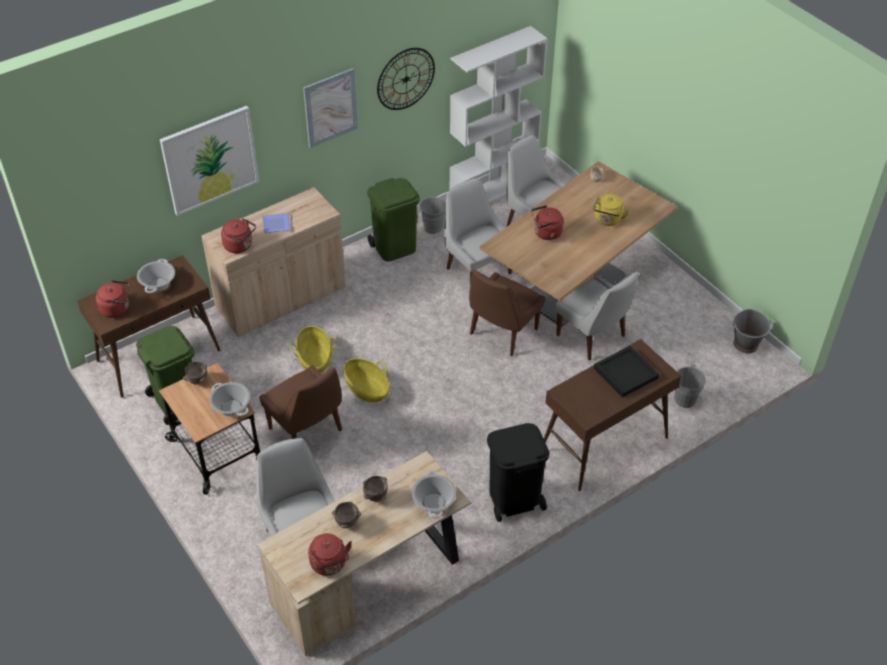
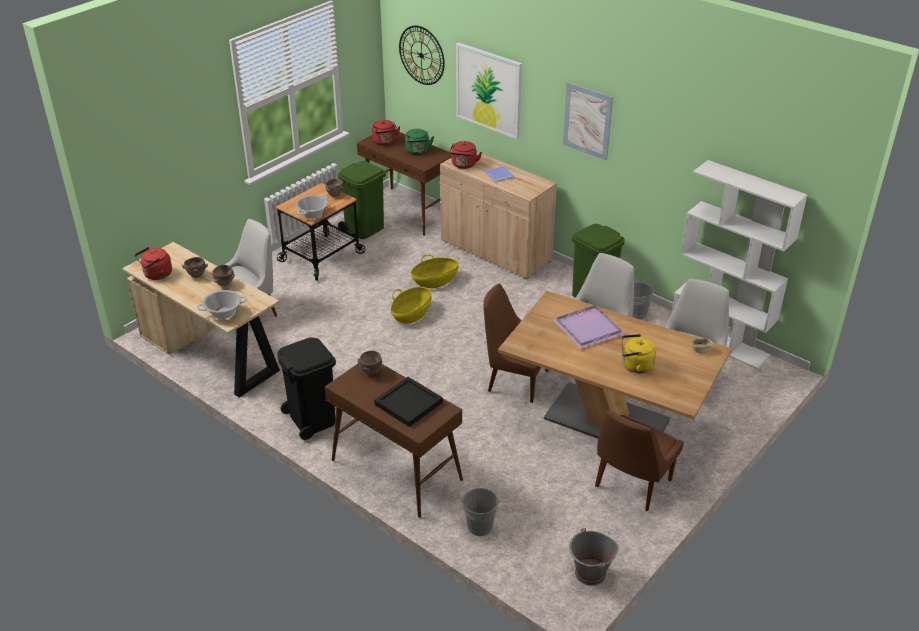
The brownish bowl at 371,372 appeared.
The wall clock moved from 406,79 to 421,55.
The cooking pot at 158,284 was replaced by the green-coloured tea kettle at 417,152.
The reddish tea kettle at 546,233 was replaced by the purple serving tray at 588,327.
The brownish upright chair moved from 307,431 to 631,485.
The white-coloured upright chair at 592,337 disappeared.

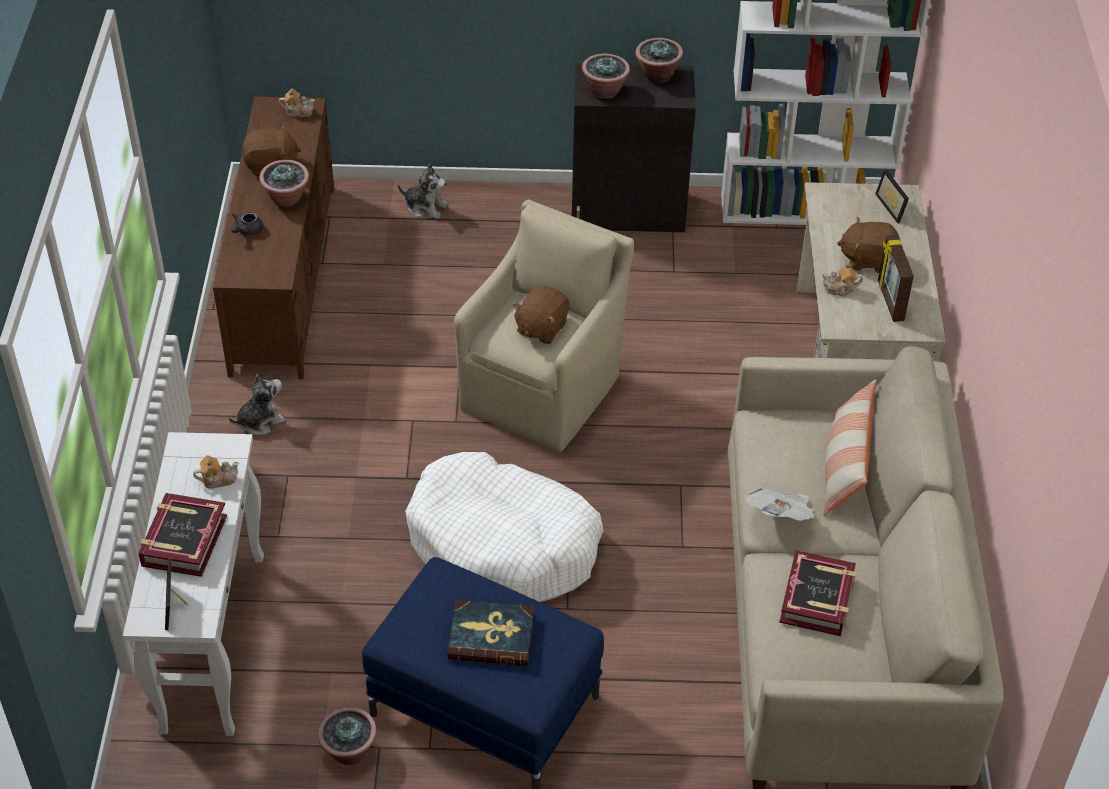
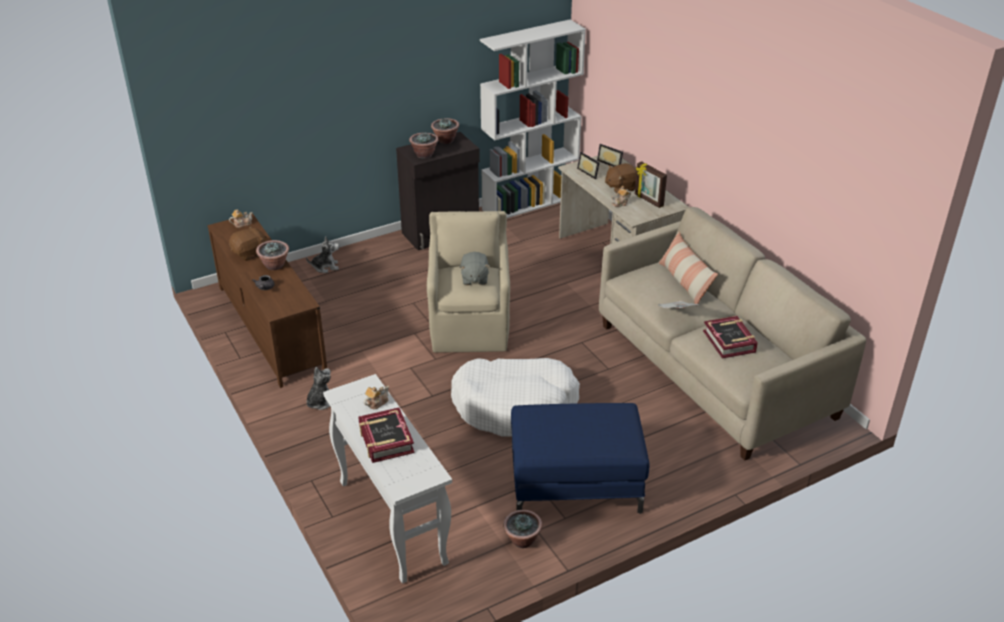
The brownish cuddly toy at 541,328 became the gray cuddly toy at 474,278.
The picture frame moved from 177,605 to 589,172.
The book at 491,635 disappeared.

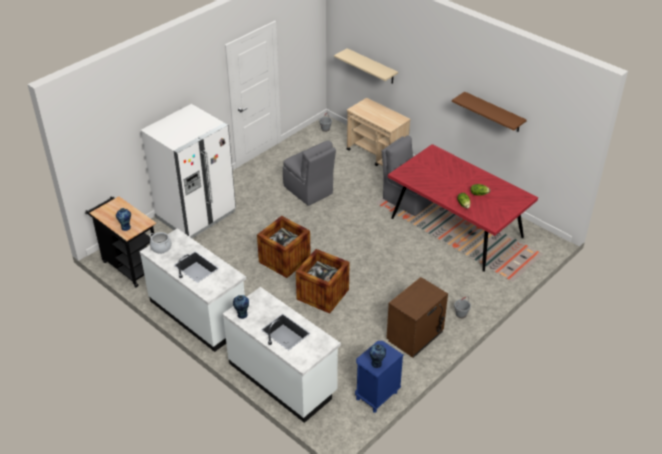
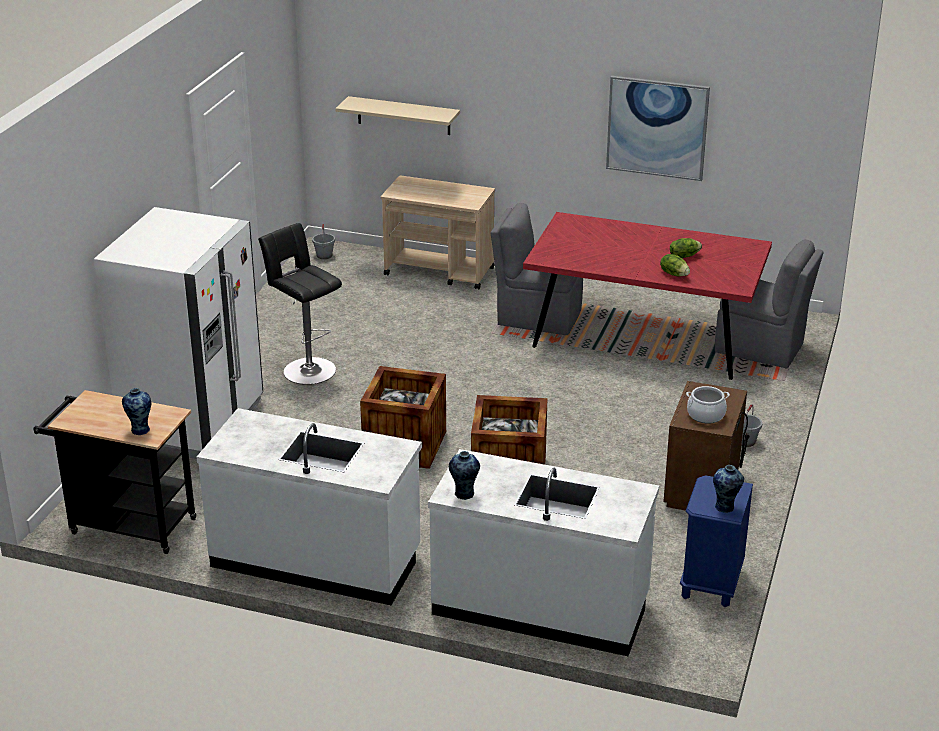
The black-coloured stool seat at 307,369 appeared.
The brownish shelf at 493,112 was replaced by the picture at 657,127.
The cooking pot moved from 161,247 to 706,415.
The gray upright chair moved from 308,191 to 761,348.

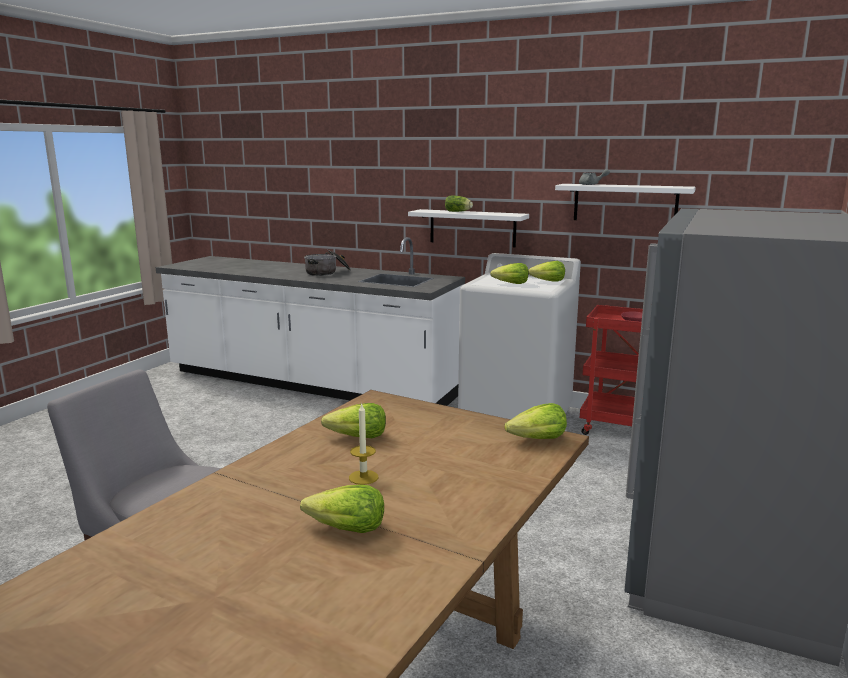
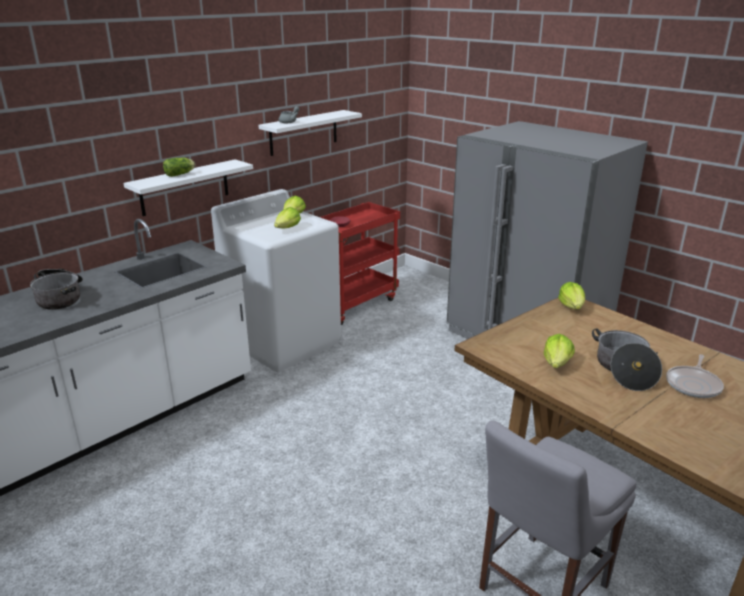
The wax light at 363,477 was replaced by the cooking pot at 624,370.
The lettuce at 346,529 was replaced by the frying pan at 693,384.

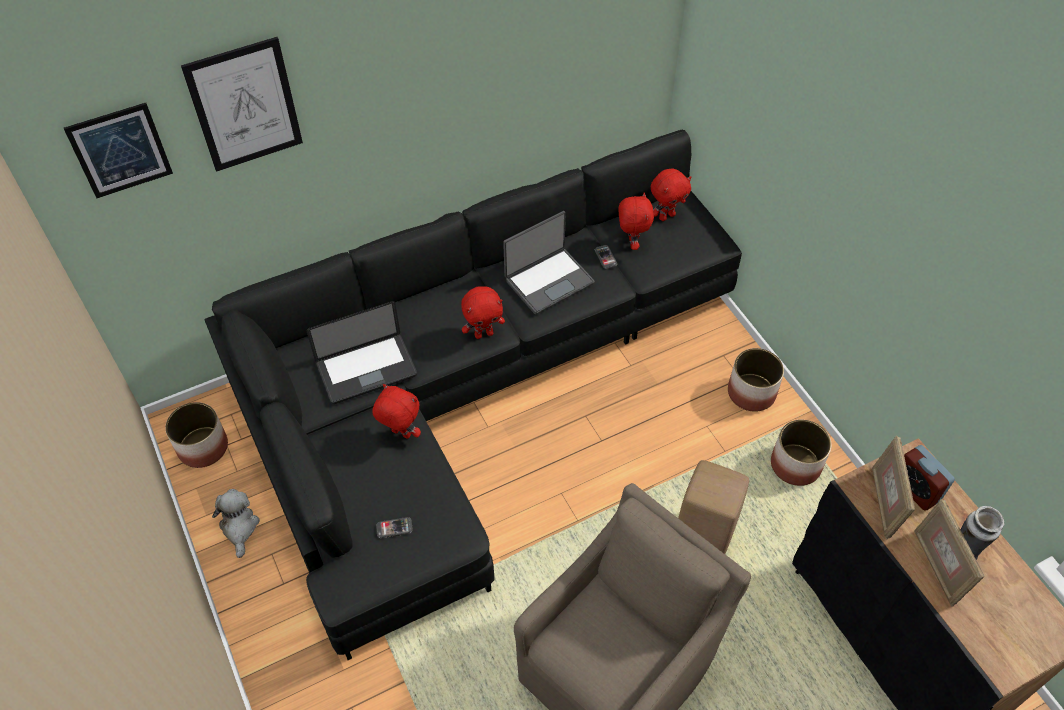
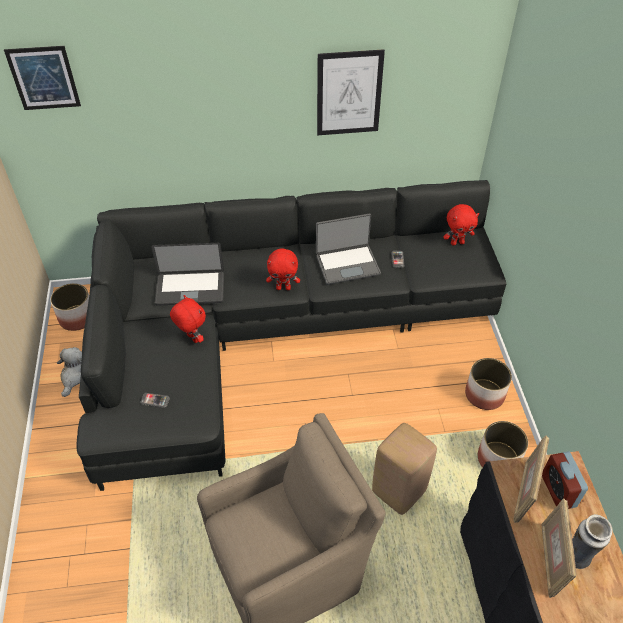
The picture moved from 245,105 to 349,93.
The reddish cuddly toy at 631,243 disappeared.

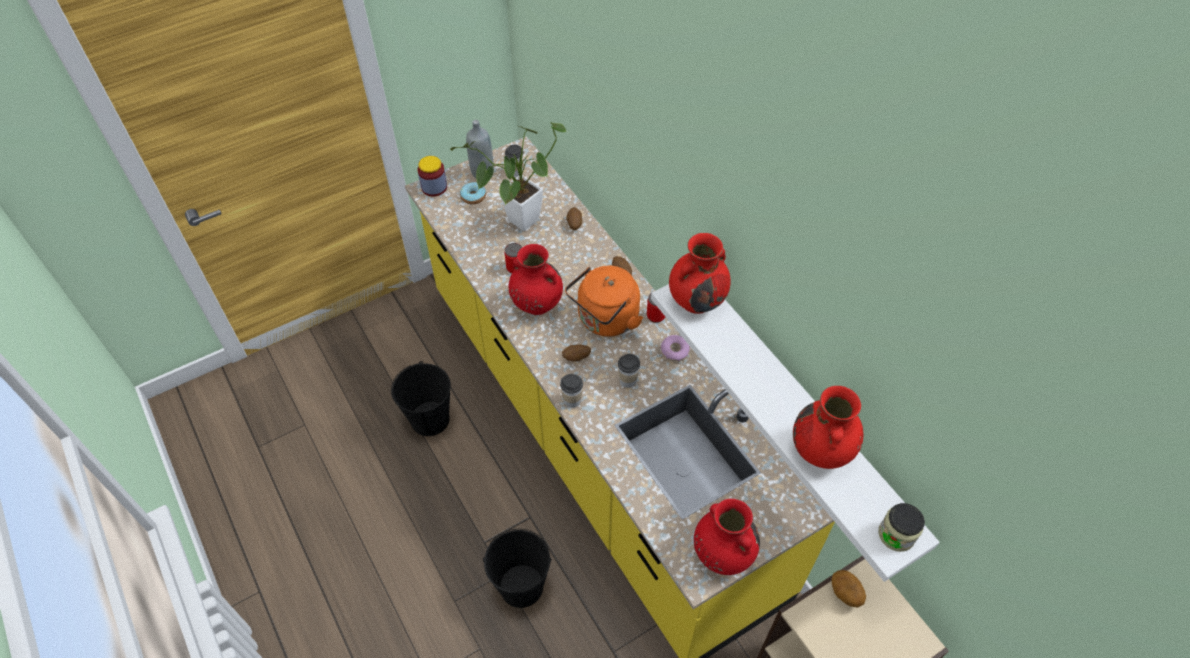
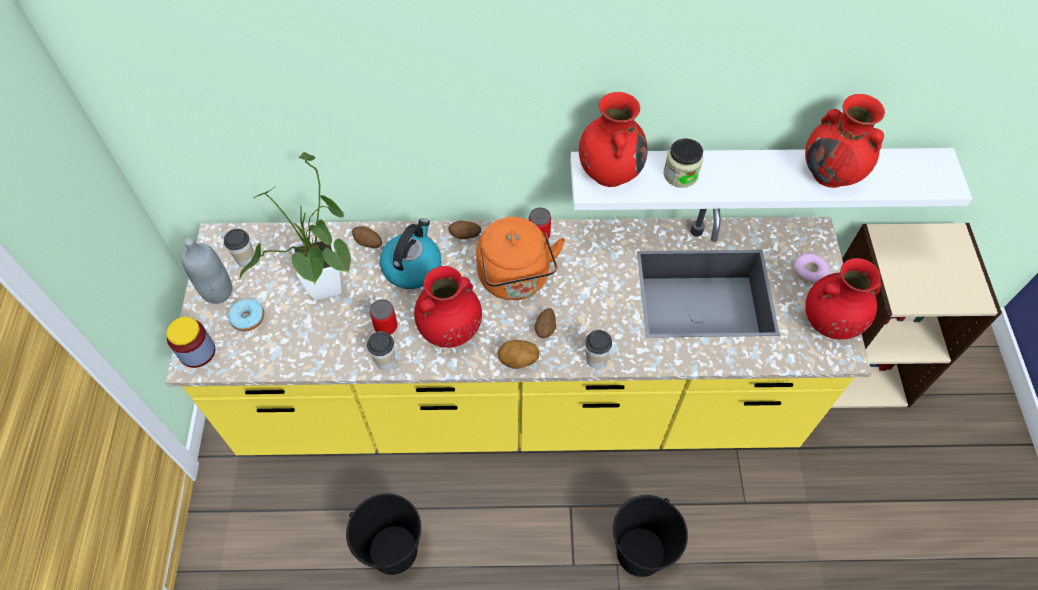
The small cup moved from 628,380 to 385,360.
The tea kettle at 412,267 appeared.
The potato moved from 844,594 to 518,361.
The preserve jar moved from 896,535 to 680,174.
The ring doughnut moved from 674,351 to 809,271.

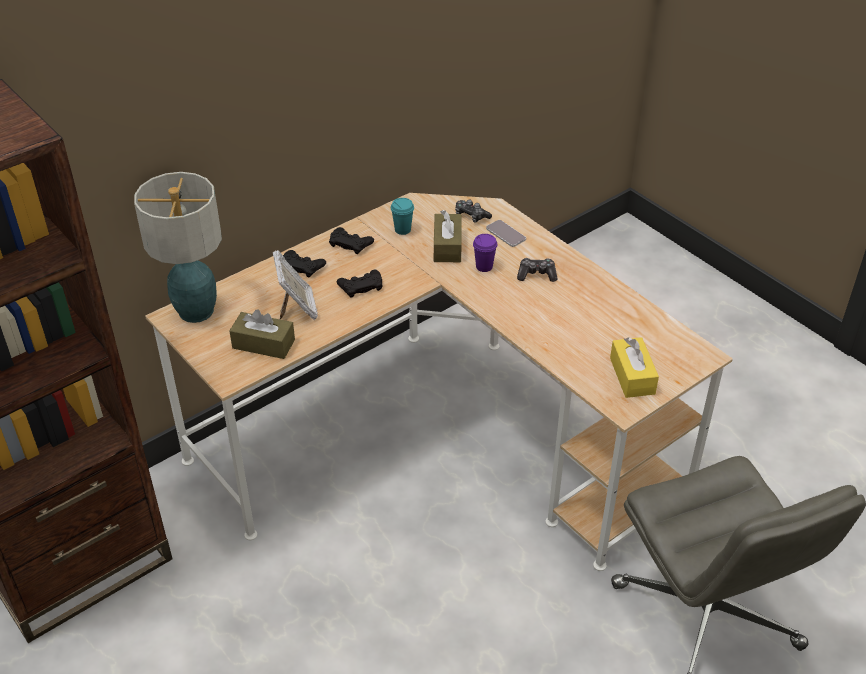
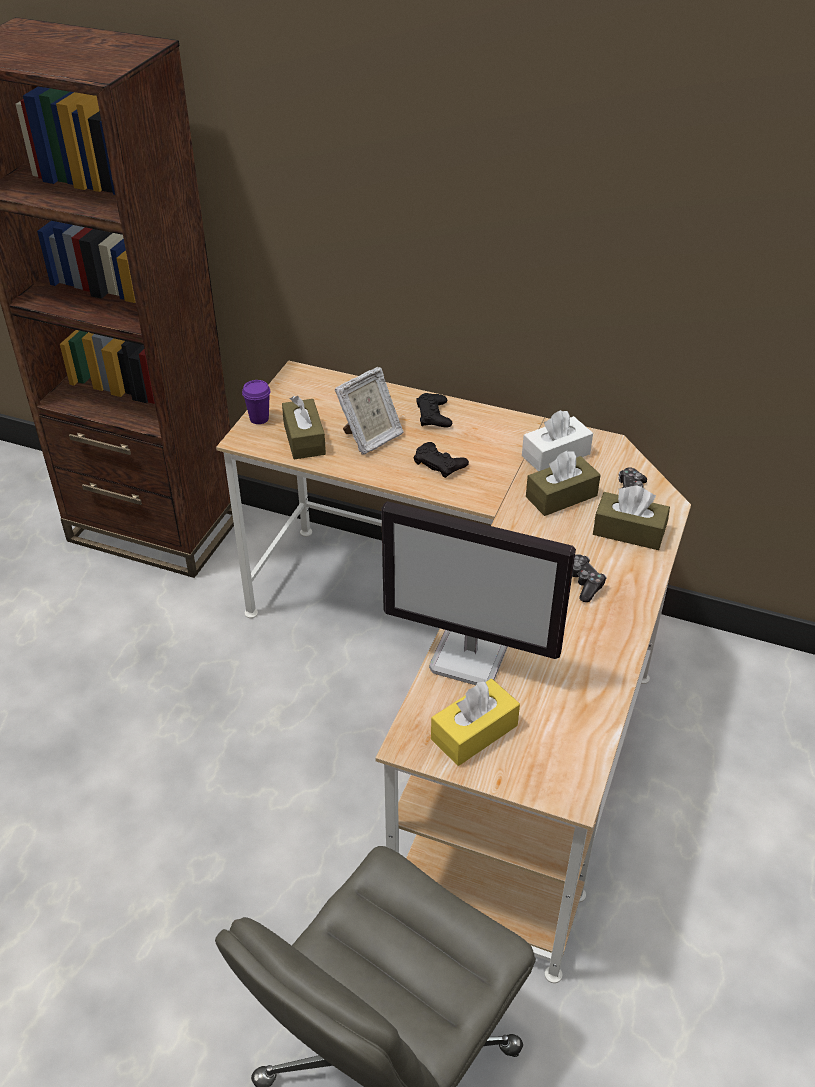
The purple small cup moved from 484,267 to 259,418.
The computer screen at 470,657 appeared.
The turquoise small cup at 402,230 was replaced by the white-coloured tissue holder at 555,455.
The phone at 506,234 was replaced by the brownish tissue holder at 629,531.
The table lamp at 195,310 disappeared.
The black-coloured joypad at 350,243 disappeared.

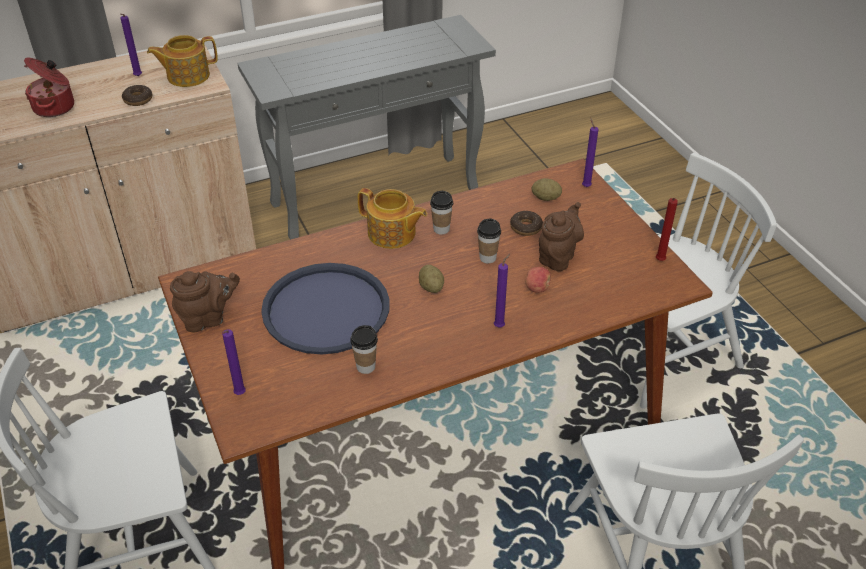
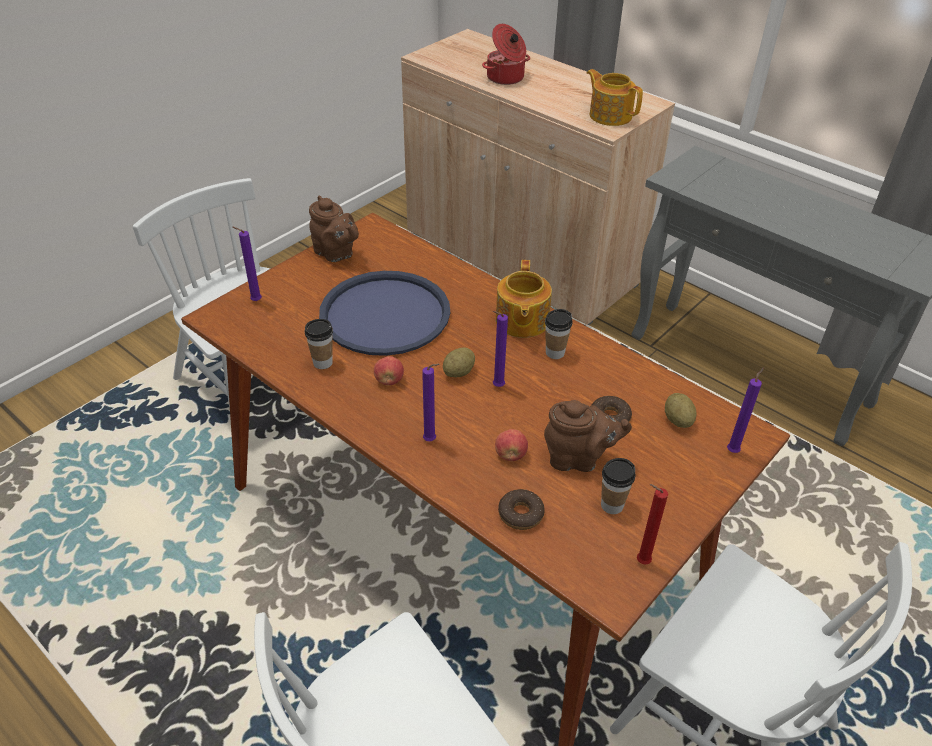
The apple fruit at 389,380 appeared.
The purple wax light moved from 137,77 to 496,386.
The ring doughnut moved from 138,99 to 520,514.
The small cup moved from 487,258 to 612,505.

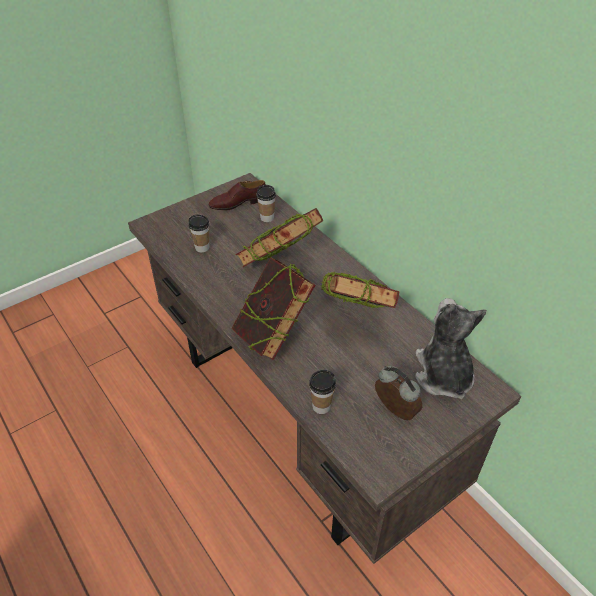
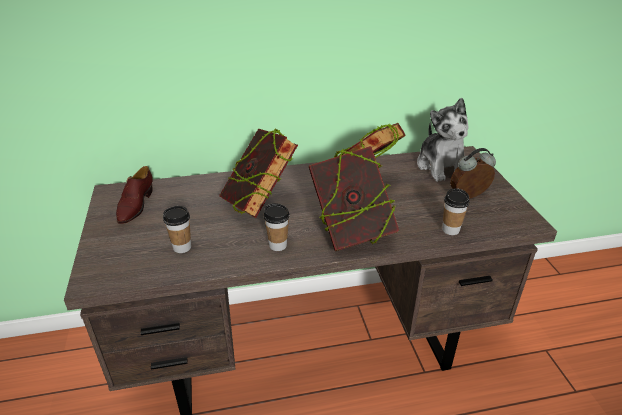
The small cup moved from 267,218 to 278,245.
The cuddly toy at 443,375 turned 120 degrees counterclockwise.

